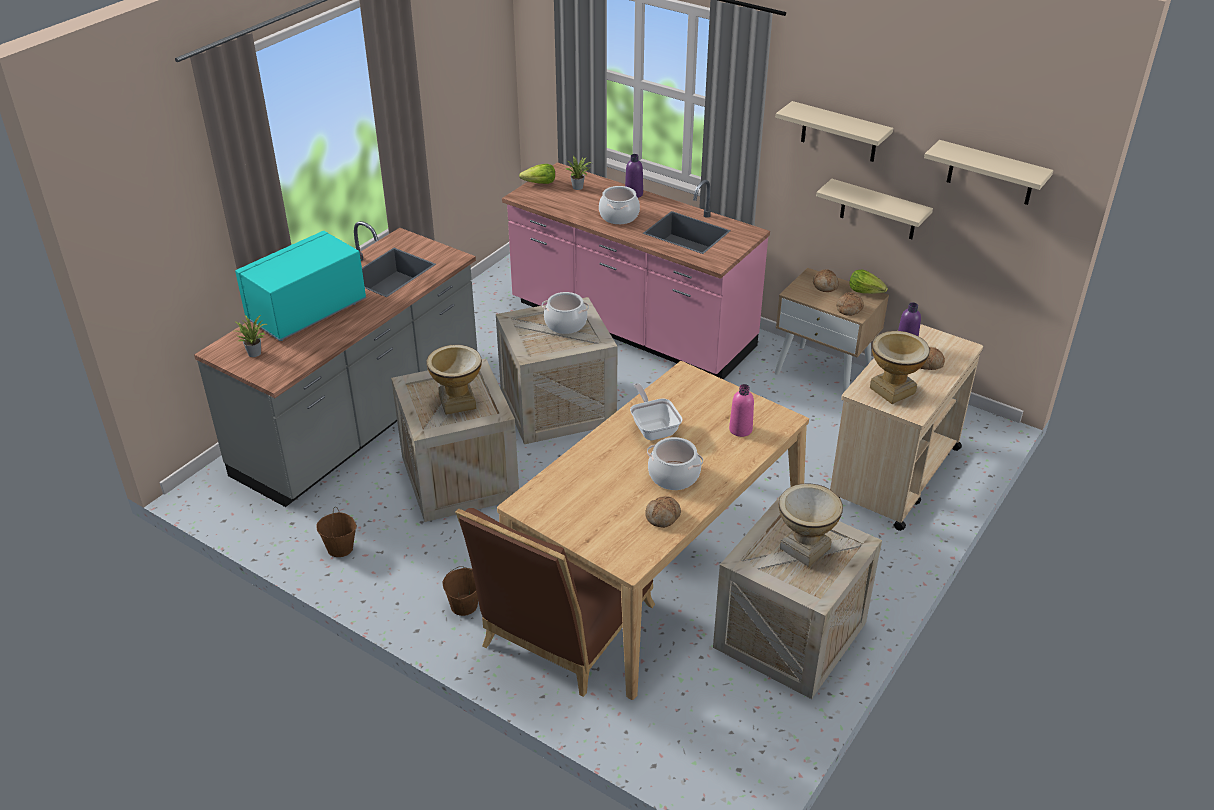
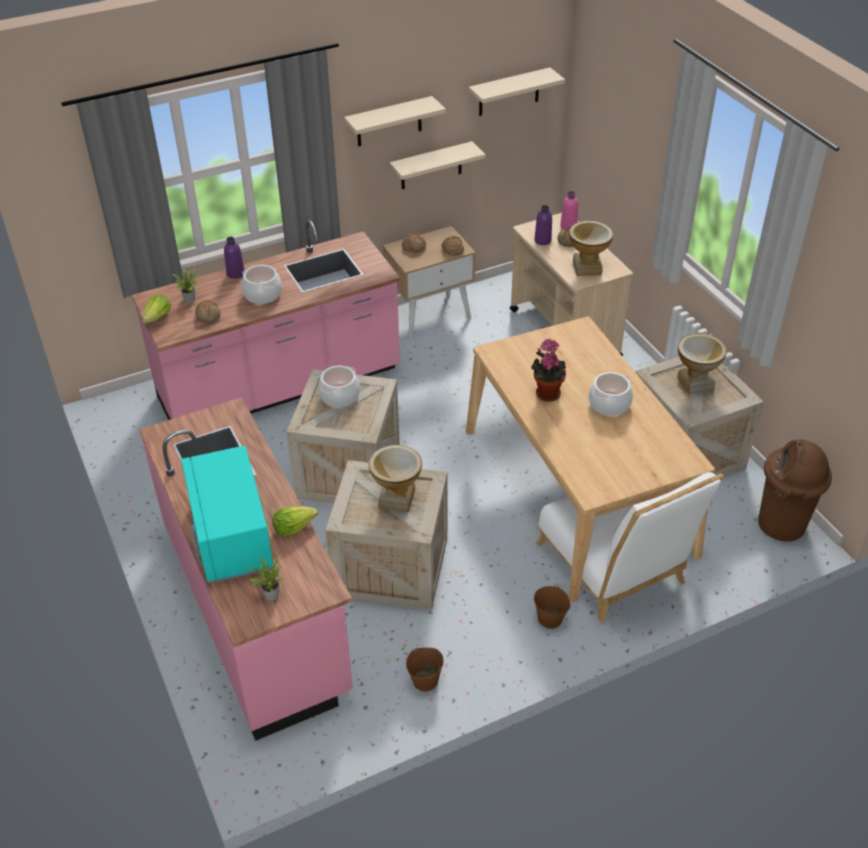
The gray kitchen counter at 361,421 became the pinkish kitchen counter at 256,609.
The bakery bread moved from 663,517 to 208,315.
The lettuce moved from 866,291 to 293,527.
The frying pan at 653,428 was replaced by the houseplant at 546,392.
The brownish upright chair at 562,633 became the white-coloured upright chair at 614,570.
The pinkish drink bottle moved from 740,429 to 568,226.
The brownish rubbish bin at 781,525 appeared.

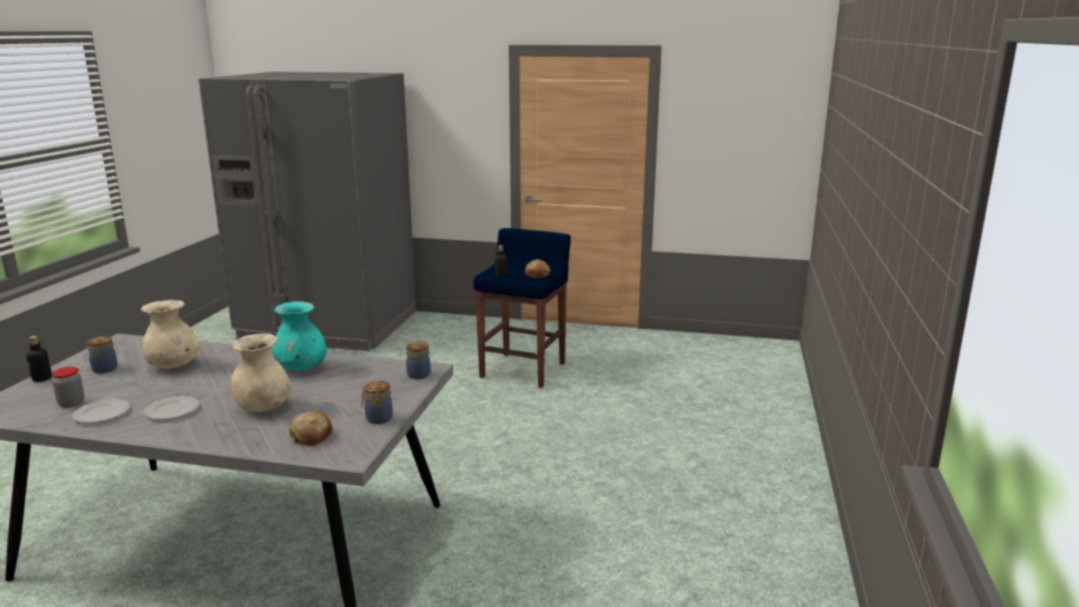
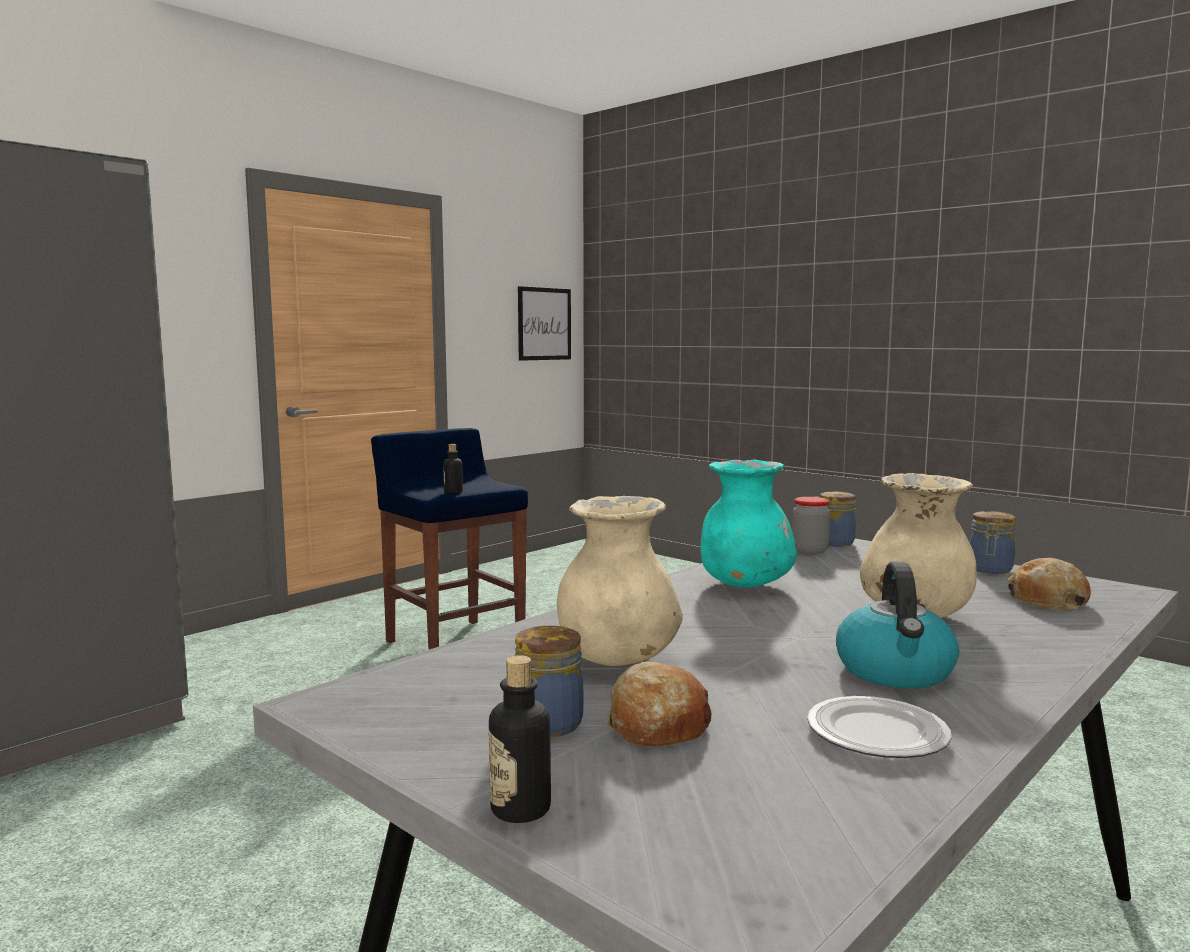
The picture at 544,324 appeared.
The bakery bread moved from 537,274 to 657,725.
The preserve jar moved from 71,403 to 809,551.
The dinner plate at 172,411 was replaced by the tea kettle at 896,672.

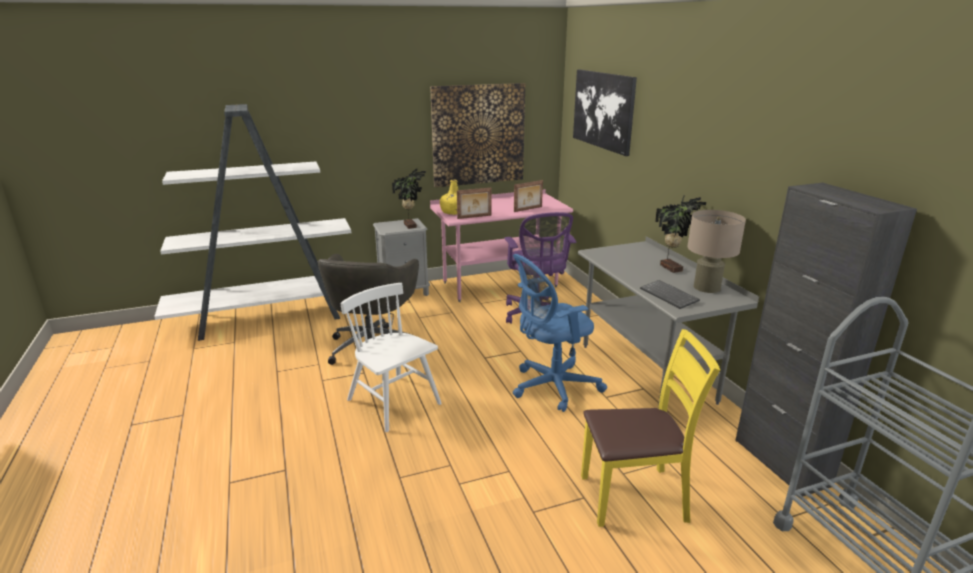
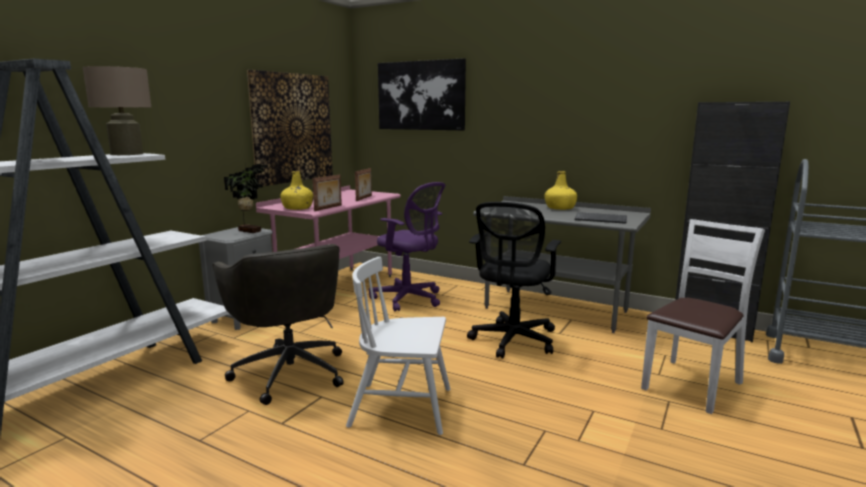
The sand-coloured table lamp moved from 706,287 to 127,154.
The blue computer chair at 551,387 became the black-coloured computer chair at 512,341.
The houseplant at 672,268 was replaced by the yellowish drink bottle at 560,208.
The yellowish upright chair at 634,497 became the white-coloured upright chair at 691,385.

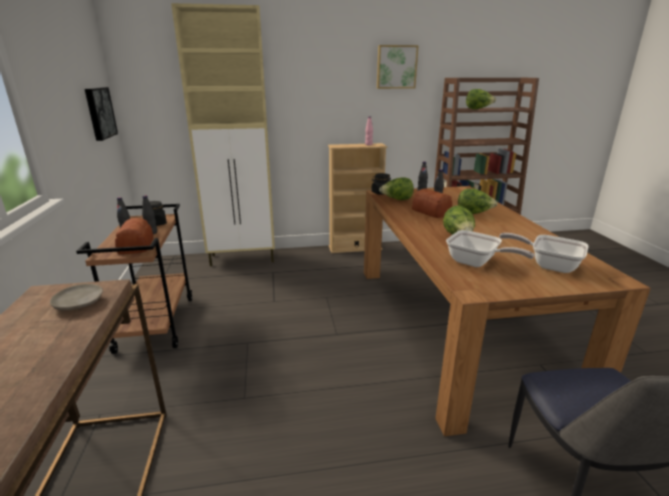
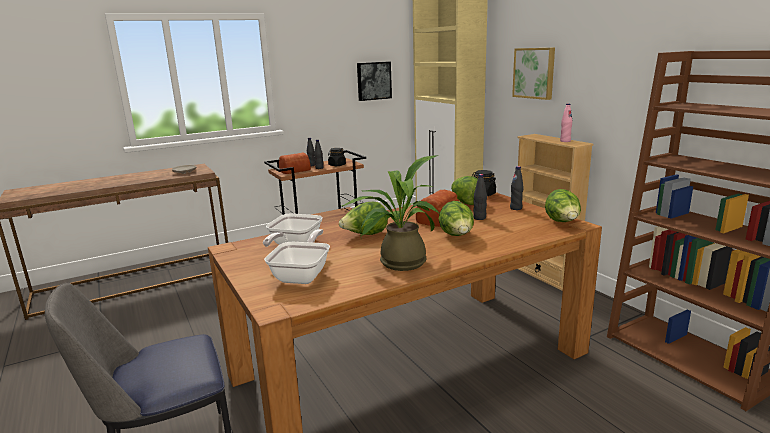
The houseplant at 397,263 appeared.
The picture moved from 396,67 to 534,73.
The lettuce moved from 478,109 to 562,223.

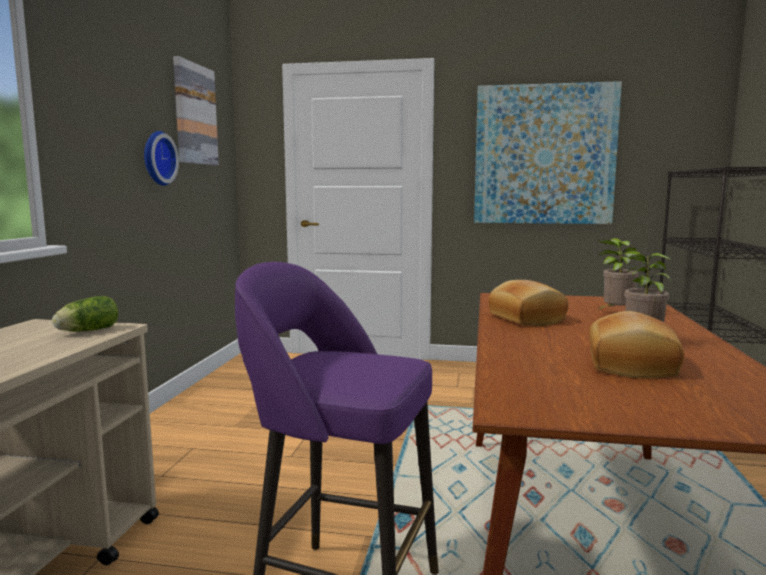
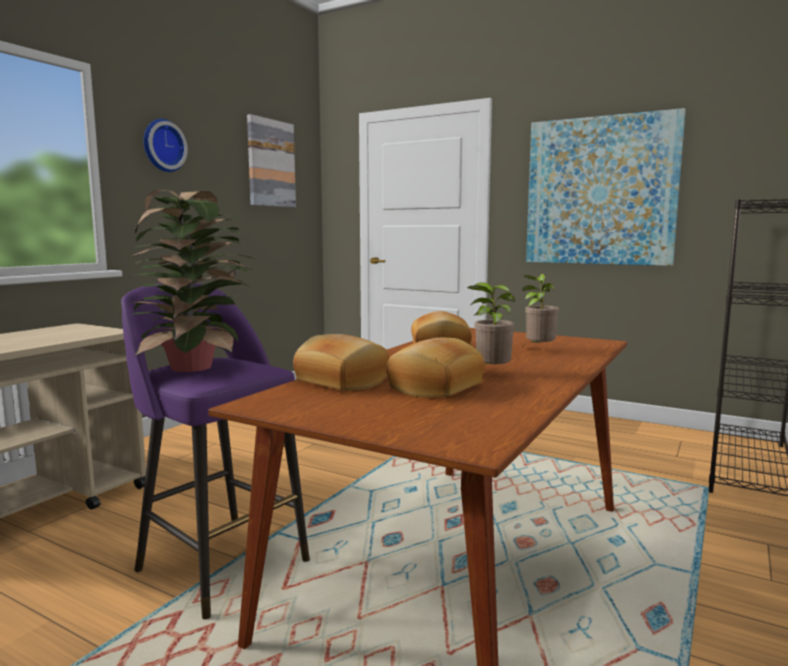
The houseplant at 195,366 appeared.
The wall clock moved from 157,158 to 162,146.
The bakery bread at 340,382 appeared.
The lettuce at 86,331 disappeared.

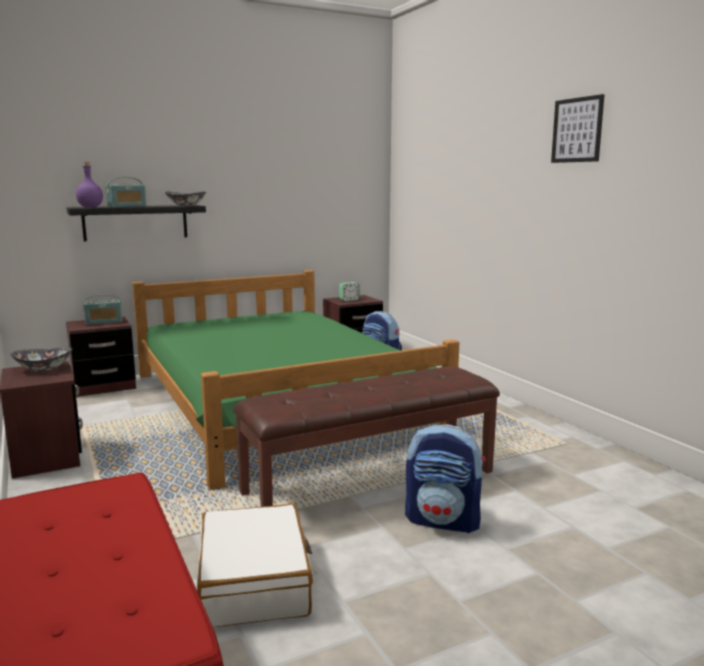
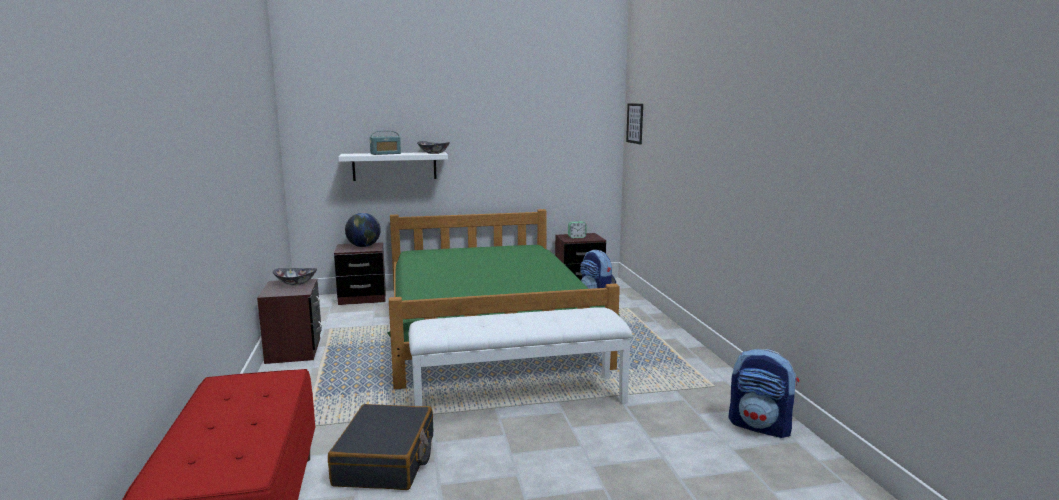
The white-coloured travel case at 255,581 became the black-coloured travel case at 386,460.
The black-coloured shelf at 135,222 became the white-coloured shelf at 394,166.
The radio at 103,322 was replaced by the desk globe at 364,246.
The brownish long seat at 370,481 became the white-coloured long seat at 519,398.
The picture moved from 577,130 to 635,123.
The knapsack moved from 443,521 to 760,426.
The purple drink bottle at 91,207 disappeared.

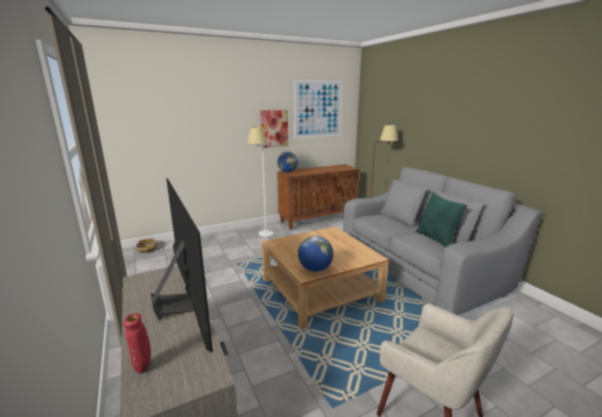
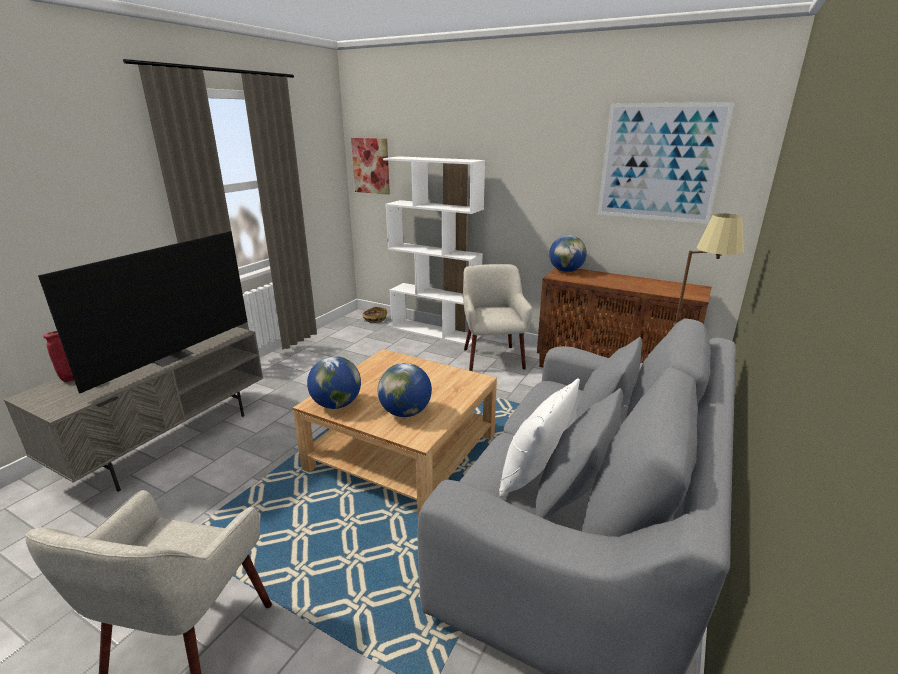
The picture moved from 274,128 to 371,166.
The desk globe at 405,412 appeared.
The white-coloured bookcase at 435,332 appeared.
The white-coloured floor lamp at 264,236 was replaced by the sand-coloured lounge chair at 492,358.
The green-coloured throw pillow at 435,239 became the white-coloured throw pillow at 533,474.

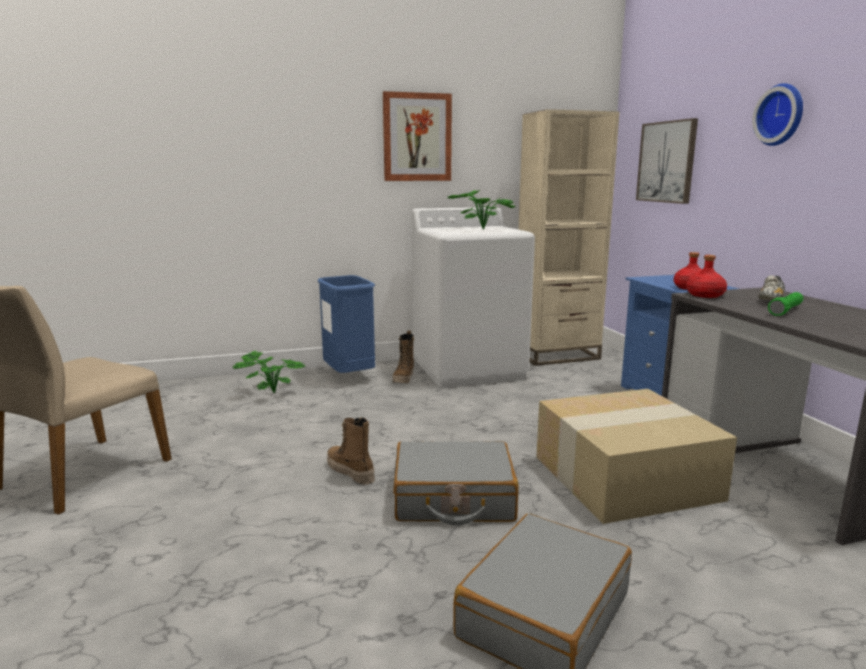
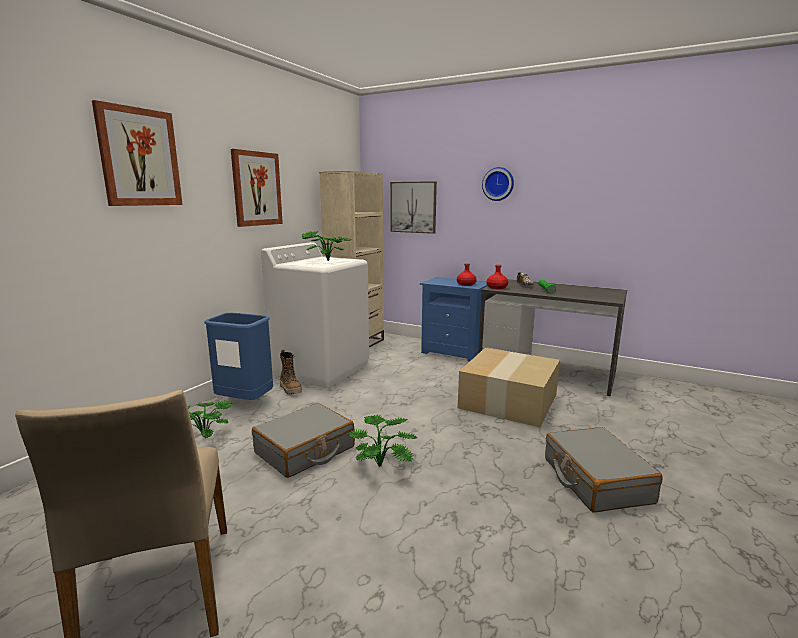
The picture at 139,157 appeared.
The gray travel case moved from 453,499 to 305,450.
The tall boot at 350,472 was replaced by the houseplant at 383,464.

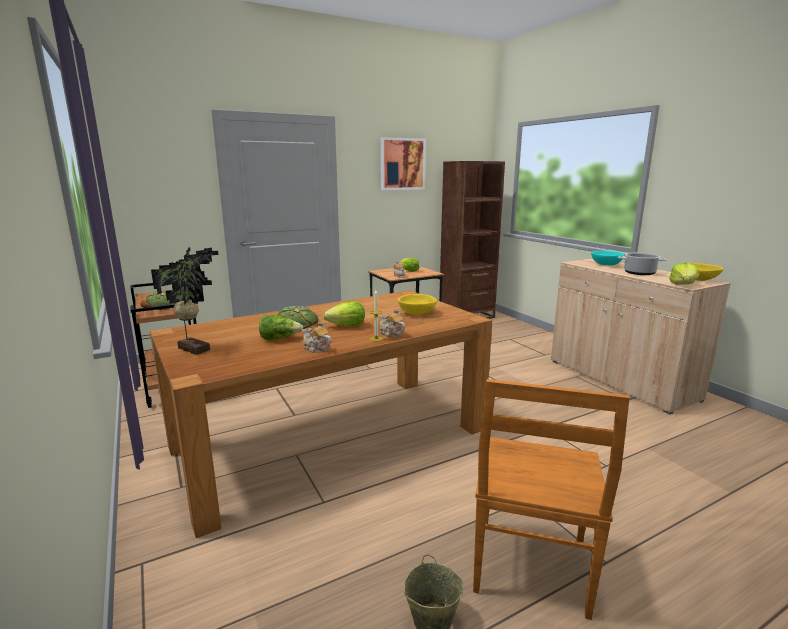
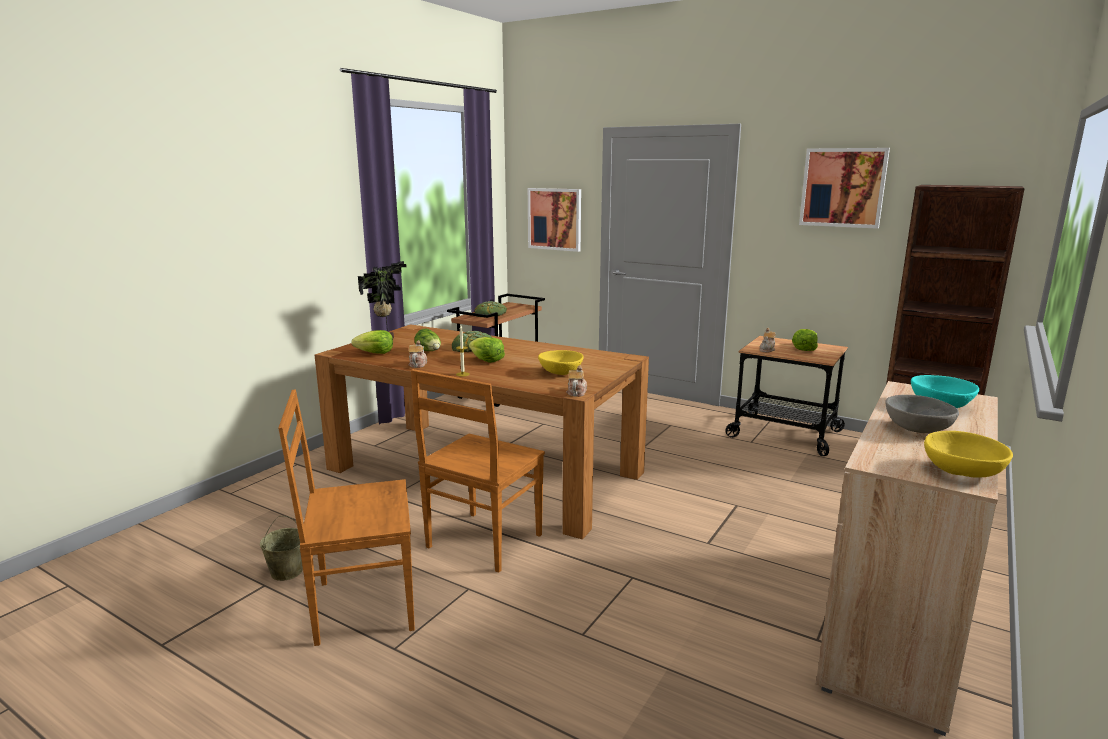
The lettuce moved from 683,285 to 375,353.
The brownish upright chair at 482,542 appeared.
The picture at 555,219 appeared.
The pot for tea moved from 391,334 to 576,392.
The cooking pot at 640,273 was replaced by the gray bowl at 918,429.

